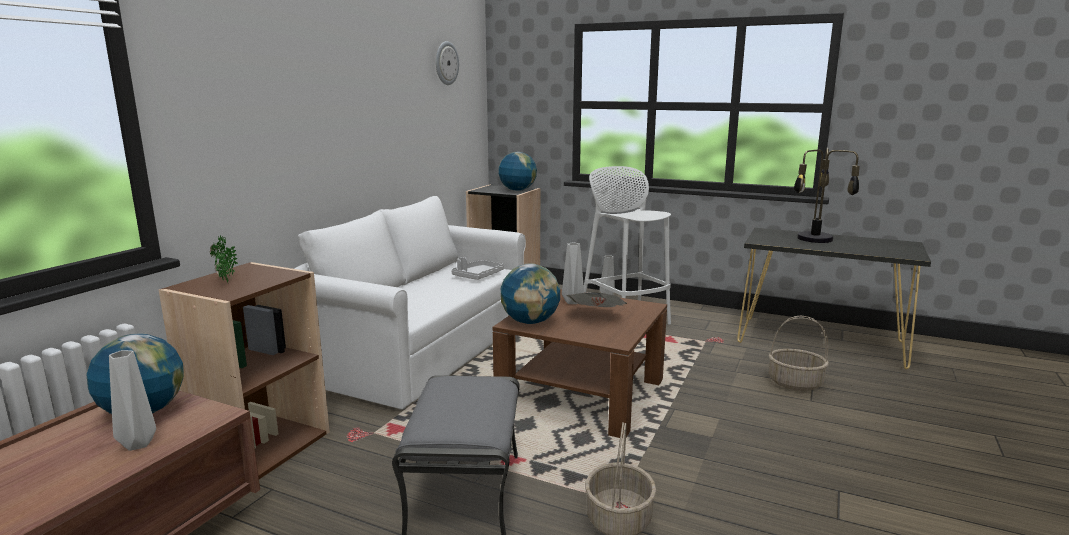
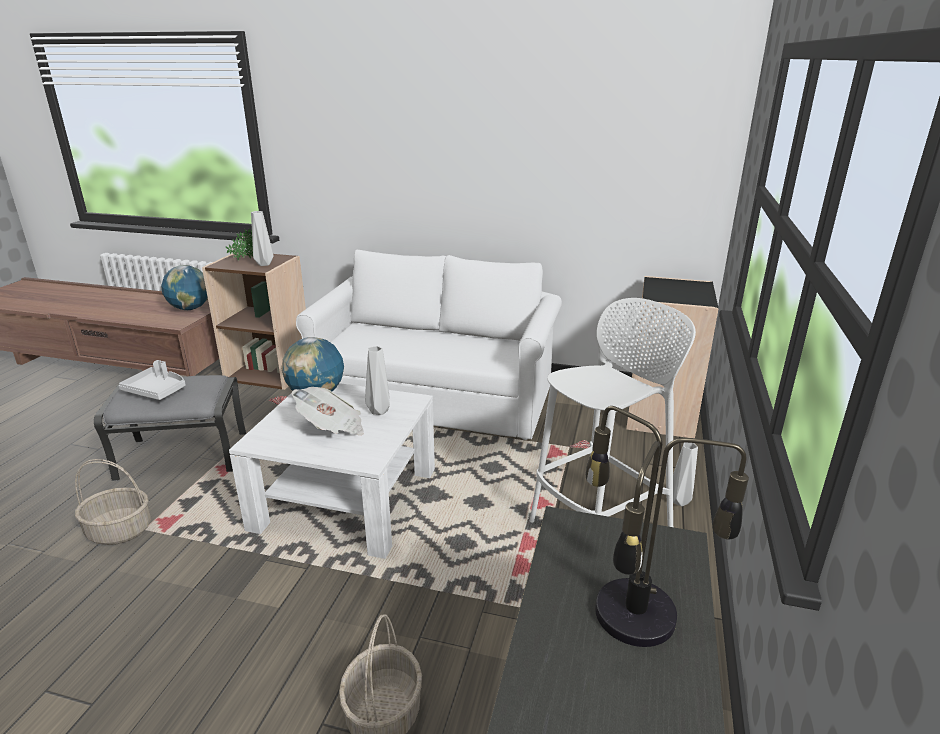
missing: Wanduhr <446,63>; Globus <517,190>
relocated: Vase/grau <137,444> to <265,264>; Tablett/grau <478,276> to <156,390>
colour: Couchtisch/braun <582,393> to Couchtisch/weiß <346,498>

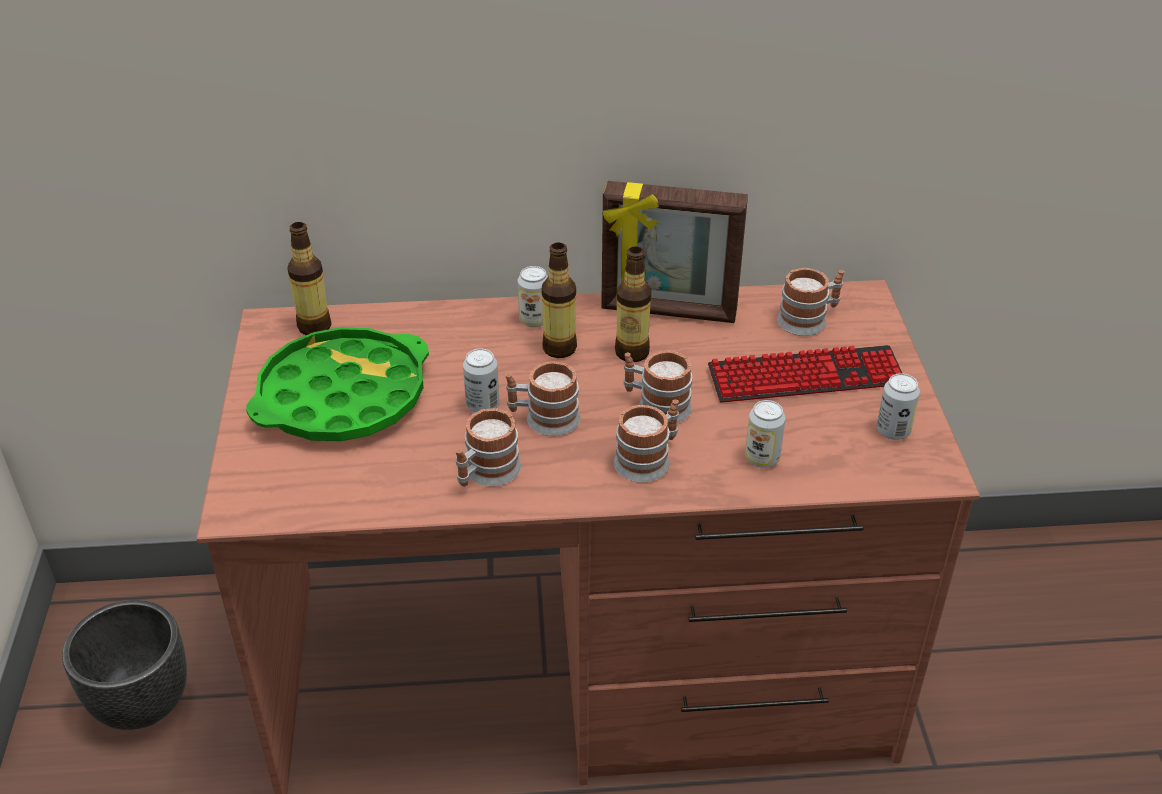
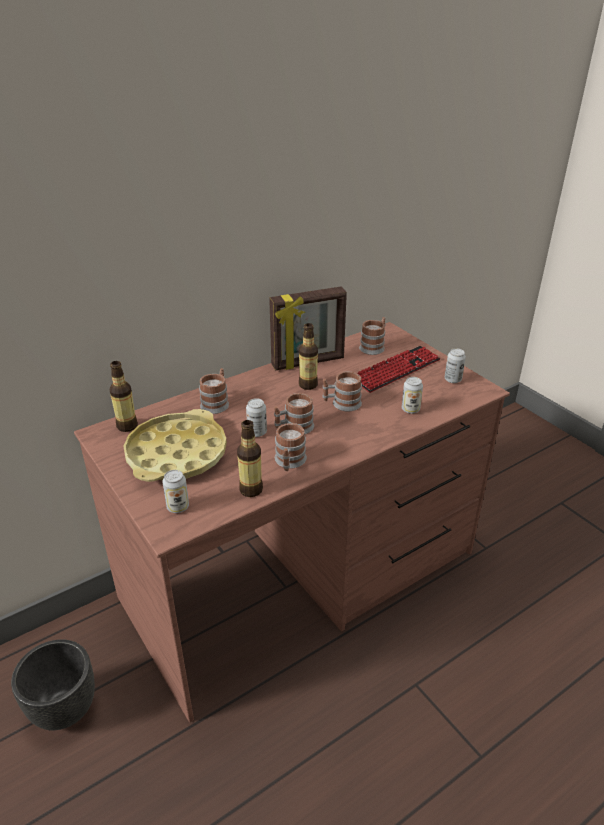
relocated: Dose <534,320> to <178,507>; Flasche <559,348> to <251,490>; Henkelbecher <648,459> to <216,403>
colour: Tablett/grün <342,397> to Tablett/gelb <176,454>

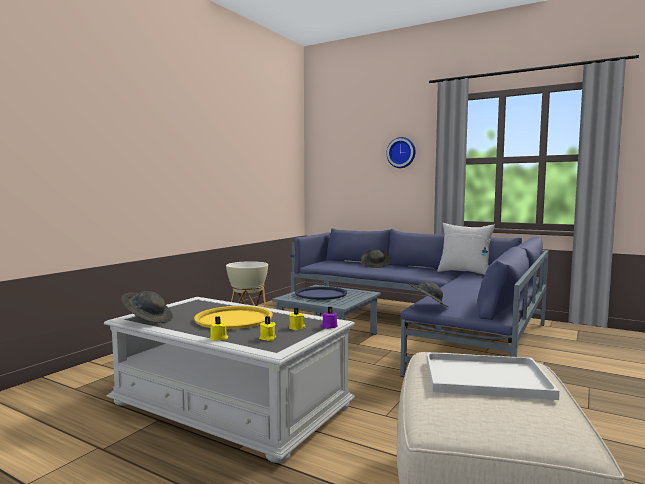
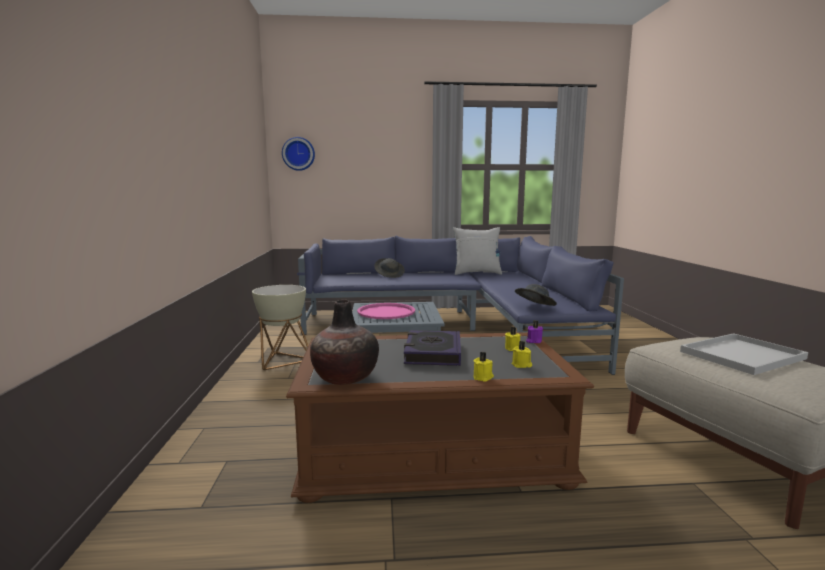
relocated: Wanduhr <401,152> to <298,154>
exchanged: Hut/grau <148,320> to Vase <345,377>; Tablett/gelb <234,319> to Buch <432,353>
colour: Couchtisch/weiß <232,404> to Couchtisch/braun <433,451>; Tablett/blau <320,294> to Tablett/rosa <386,312>

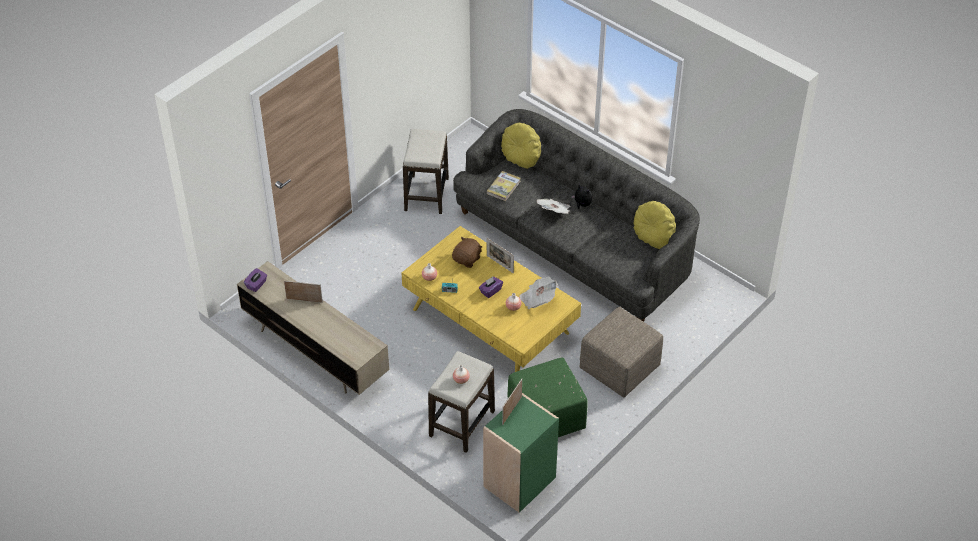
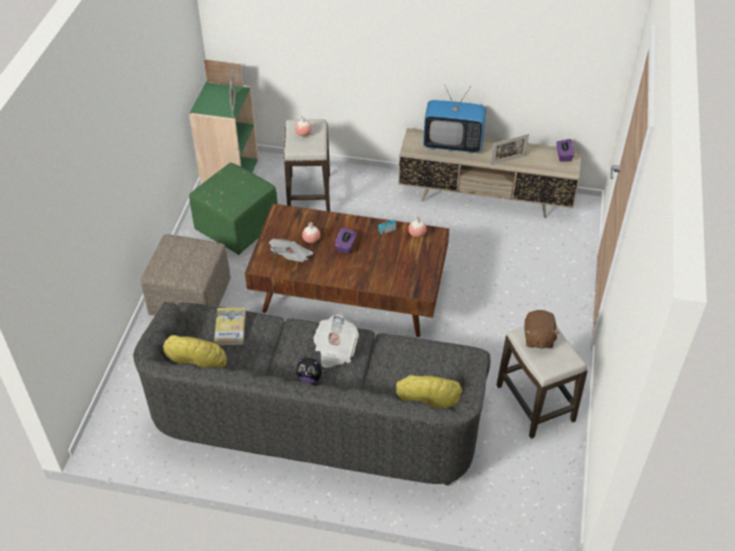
appeared: Fernseher <453,144>
relocated: Plüschtier/braun <467,259> to <538,338>; Buch <503,187> to <230,328>; Bilderrahmen <500,264> to <225,84>
colour: Couchtisch/gelb <490,321> to Couchtisch/braun <350,289>

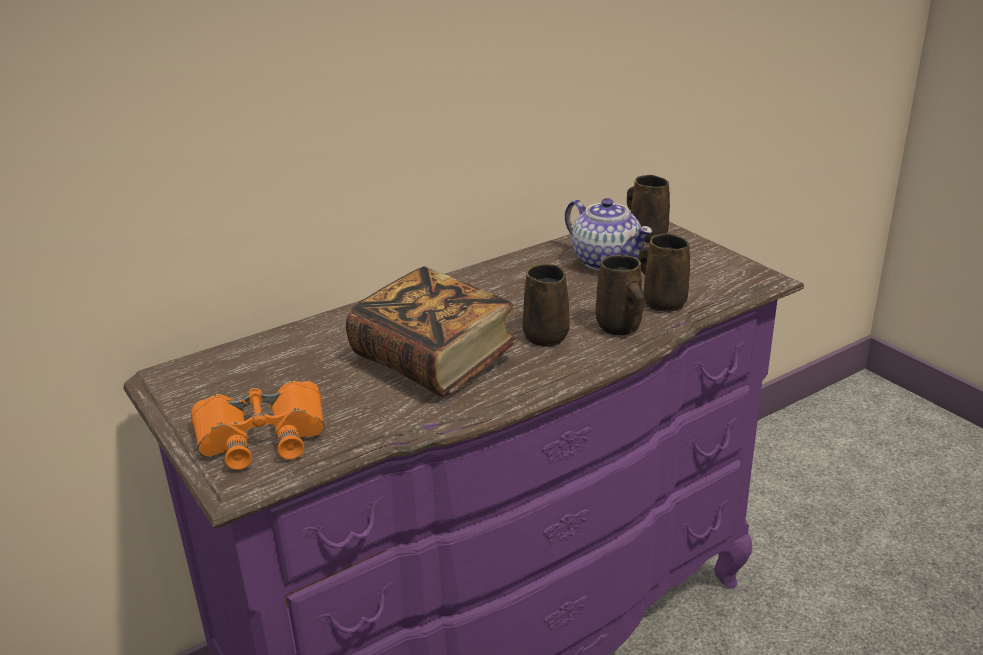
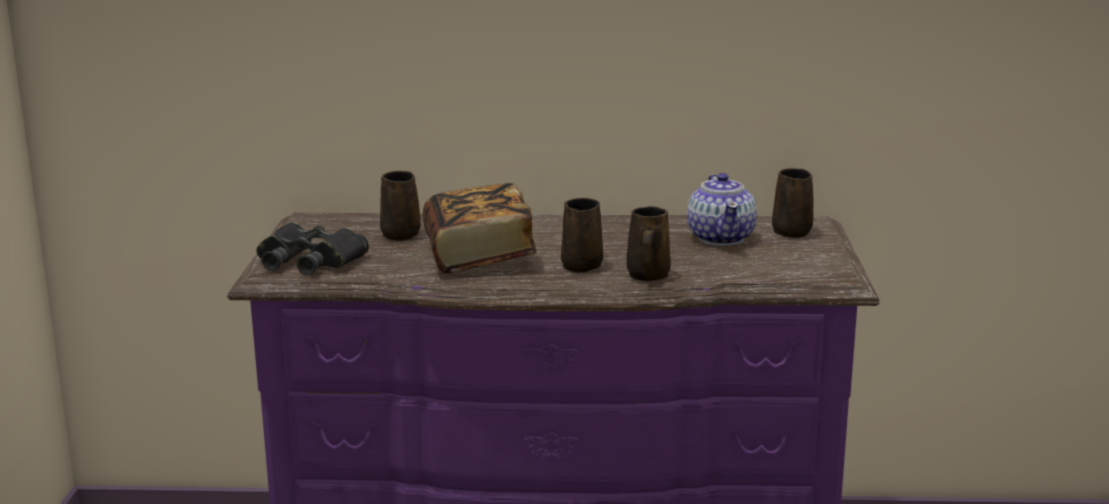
relocated: Henkelbecher/braun <662,302> to <401,234>
colour: Fernglas/orange <262,436> to Fernglas/schwarz <309,261>

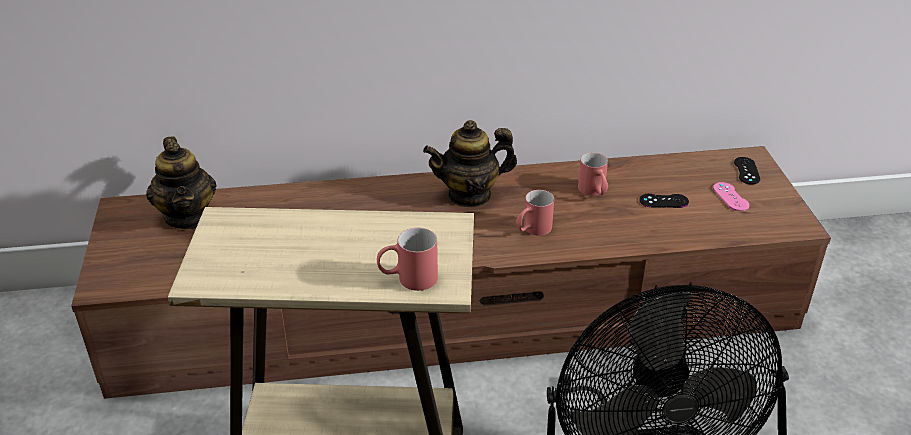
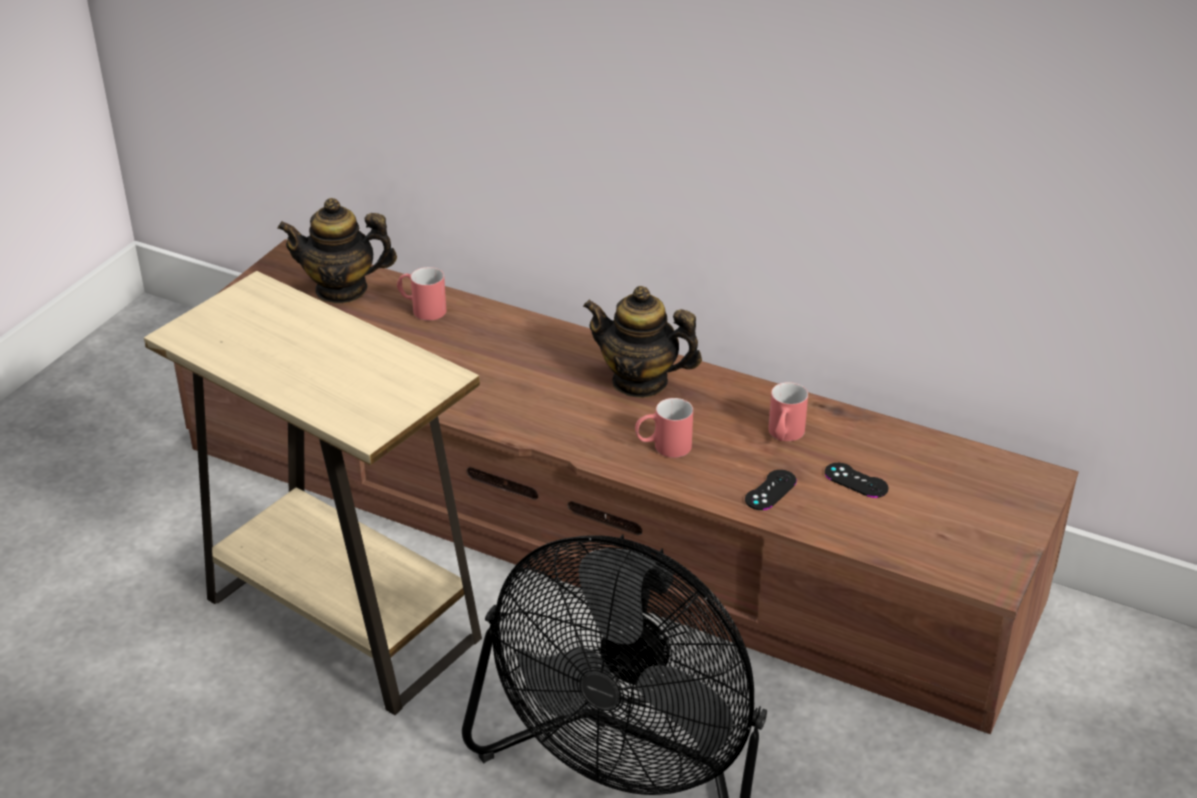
missing: Gamepad/rosa <730,197>
relocated: Henkelbecher/rot <408,279> to <422,309>; Gamepad/schwarz <746,171> to <770,490>
spun: Teekanne <188,216> = <341,289> 75 degrees clockwise

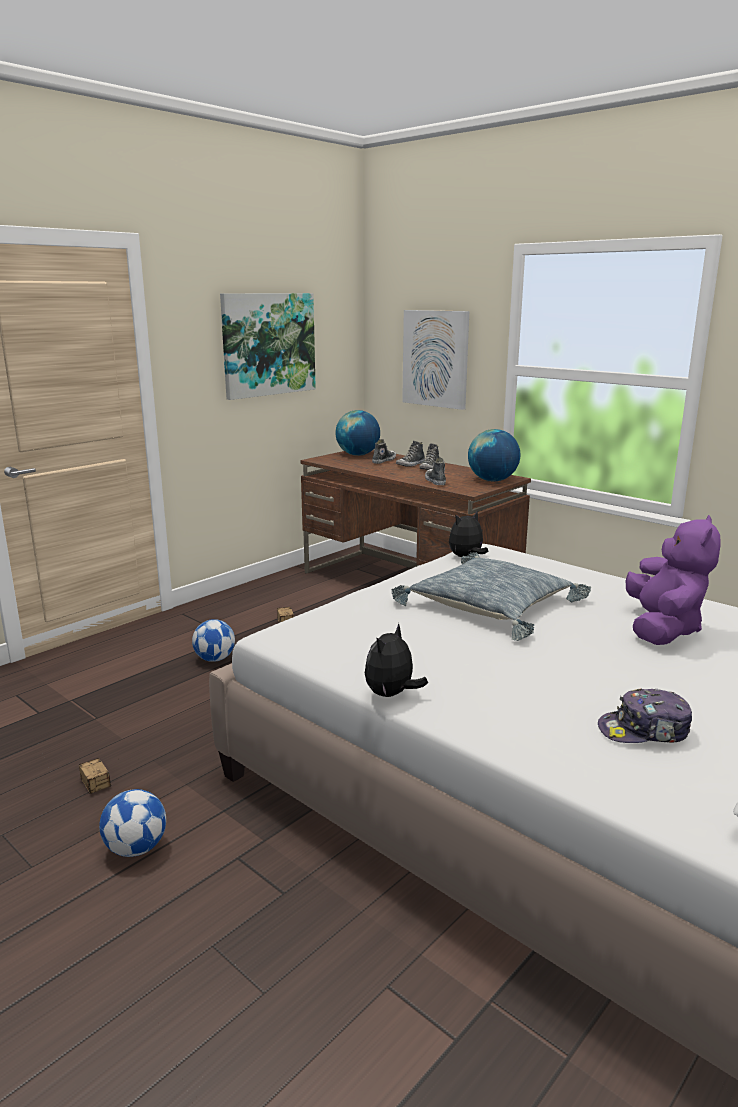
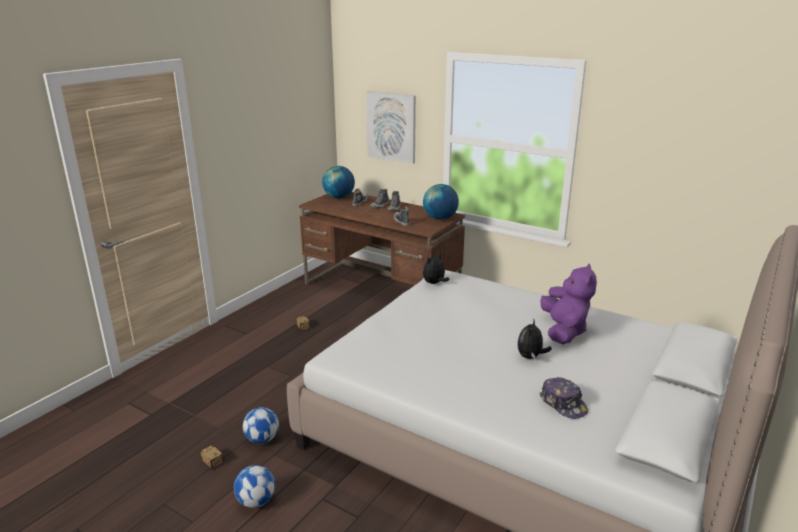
missing: Bild <268,344>; Kissen <490,601>
relocated: Fußball <215,659> to <262,439>; Plüschtier <391,694> to <530,357>
spun: Kappe <644,731> = <563,404> 105 degrees counterclockwise

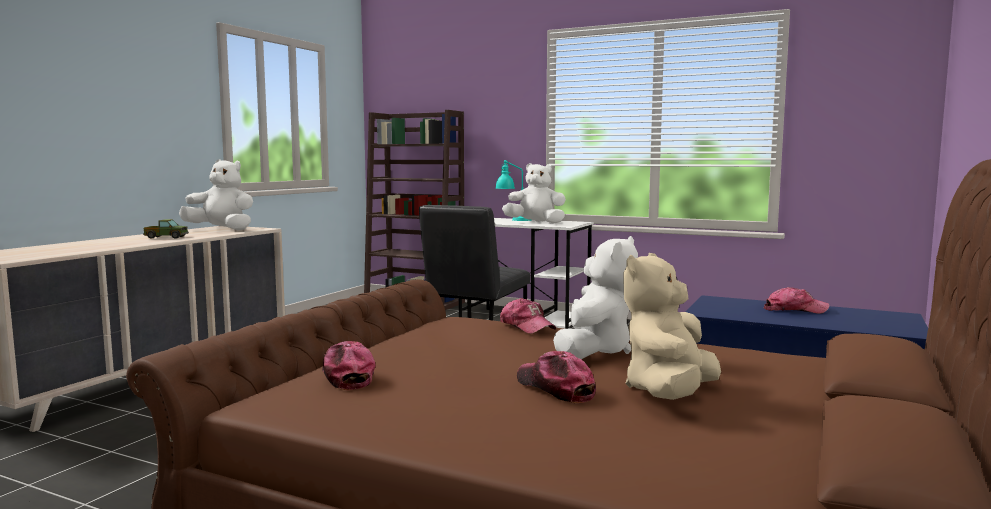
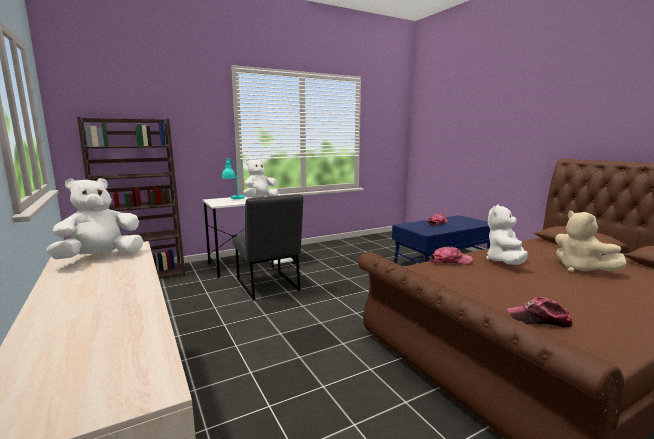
missing: Spielzeuglaster <166,237>; Kappe <555,388>
spun: Plüschtier/weiß <594,350> = <505,262> 120 degrees counterclockwise

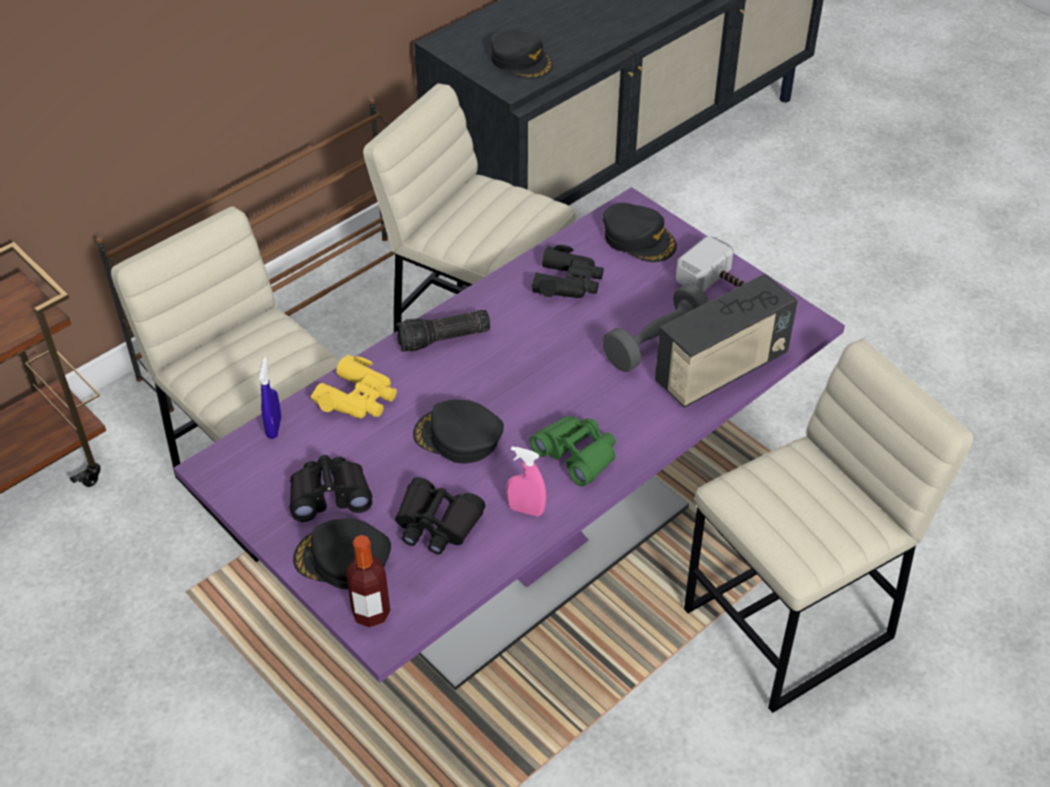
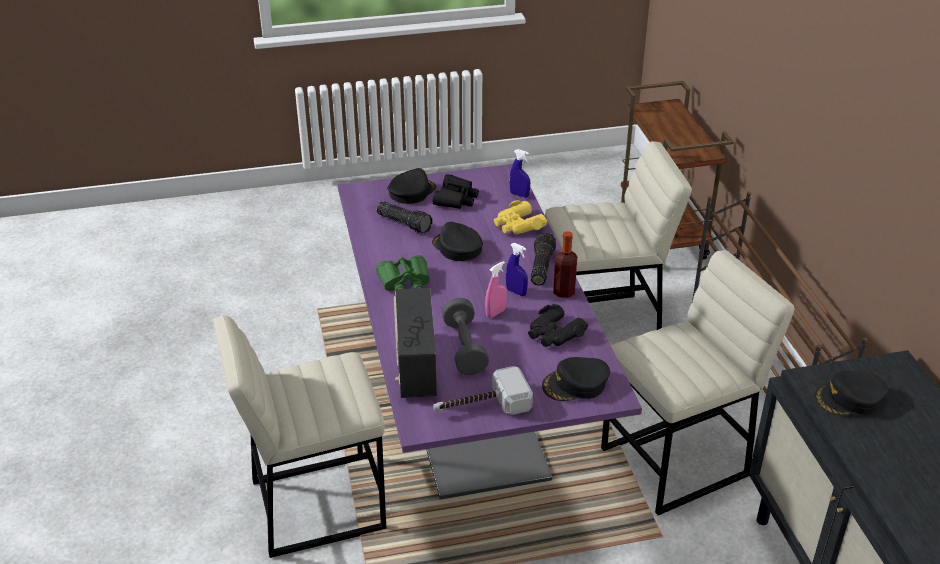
appeared: Sprühflasche/blau <516,292>
relocated: Flasche <371,613> to <564,292>; Sprühflasche/rosa <526,510> to <495,313>
exchanged: Fernglas/schwarz <436,524> to Taschenlampe <405,223>
spun: Kappe/schwarz <458,437> = <457,247> 90 degrees counterclockwise; Stuhl/beige <792,621> = <314,506> 75 degrees clockwise

